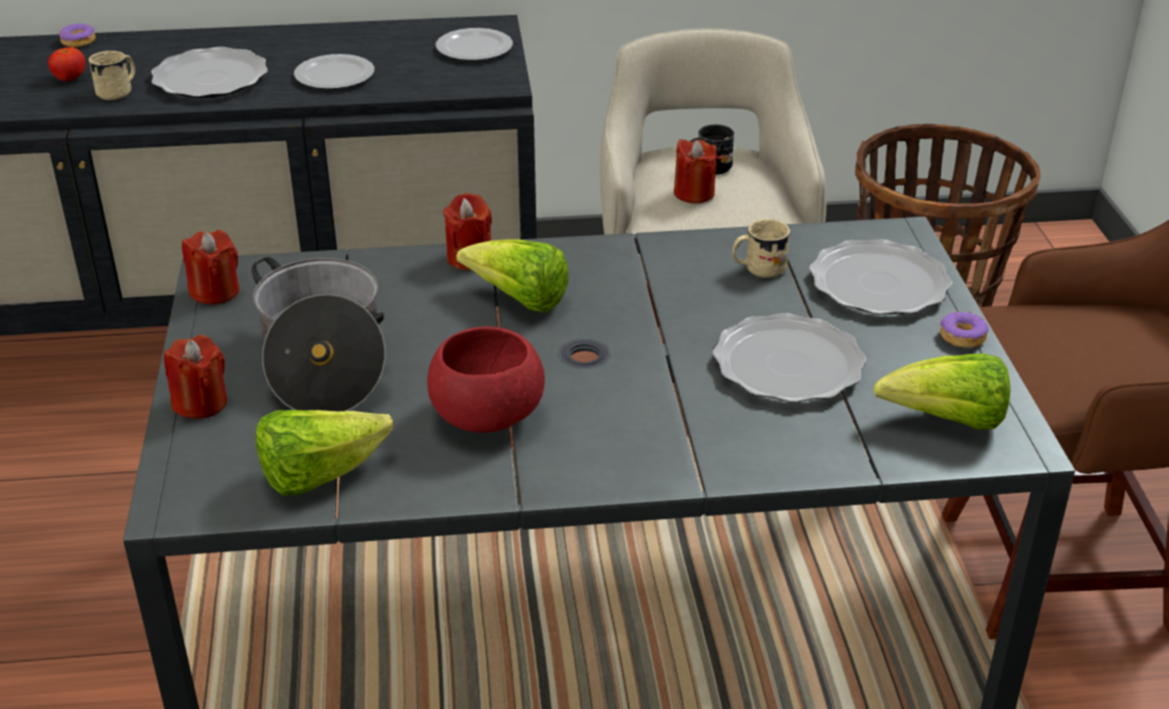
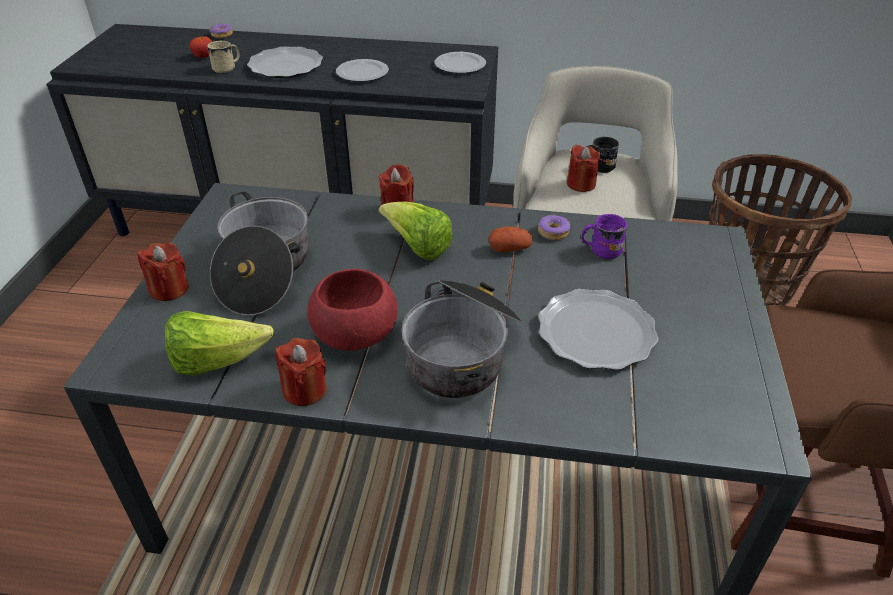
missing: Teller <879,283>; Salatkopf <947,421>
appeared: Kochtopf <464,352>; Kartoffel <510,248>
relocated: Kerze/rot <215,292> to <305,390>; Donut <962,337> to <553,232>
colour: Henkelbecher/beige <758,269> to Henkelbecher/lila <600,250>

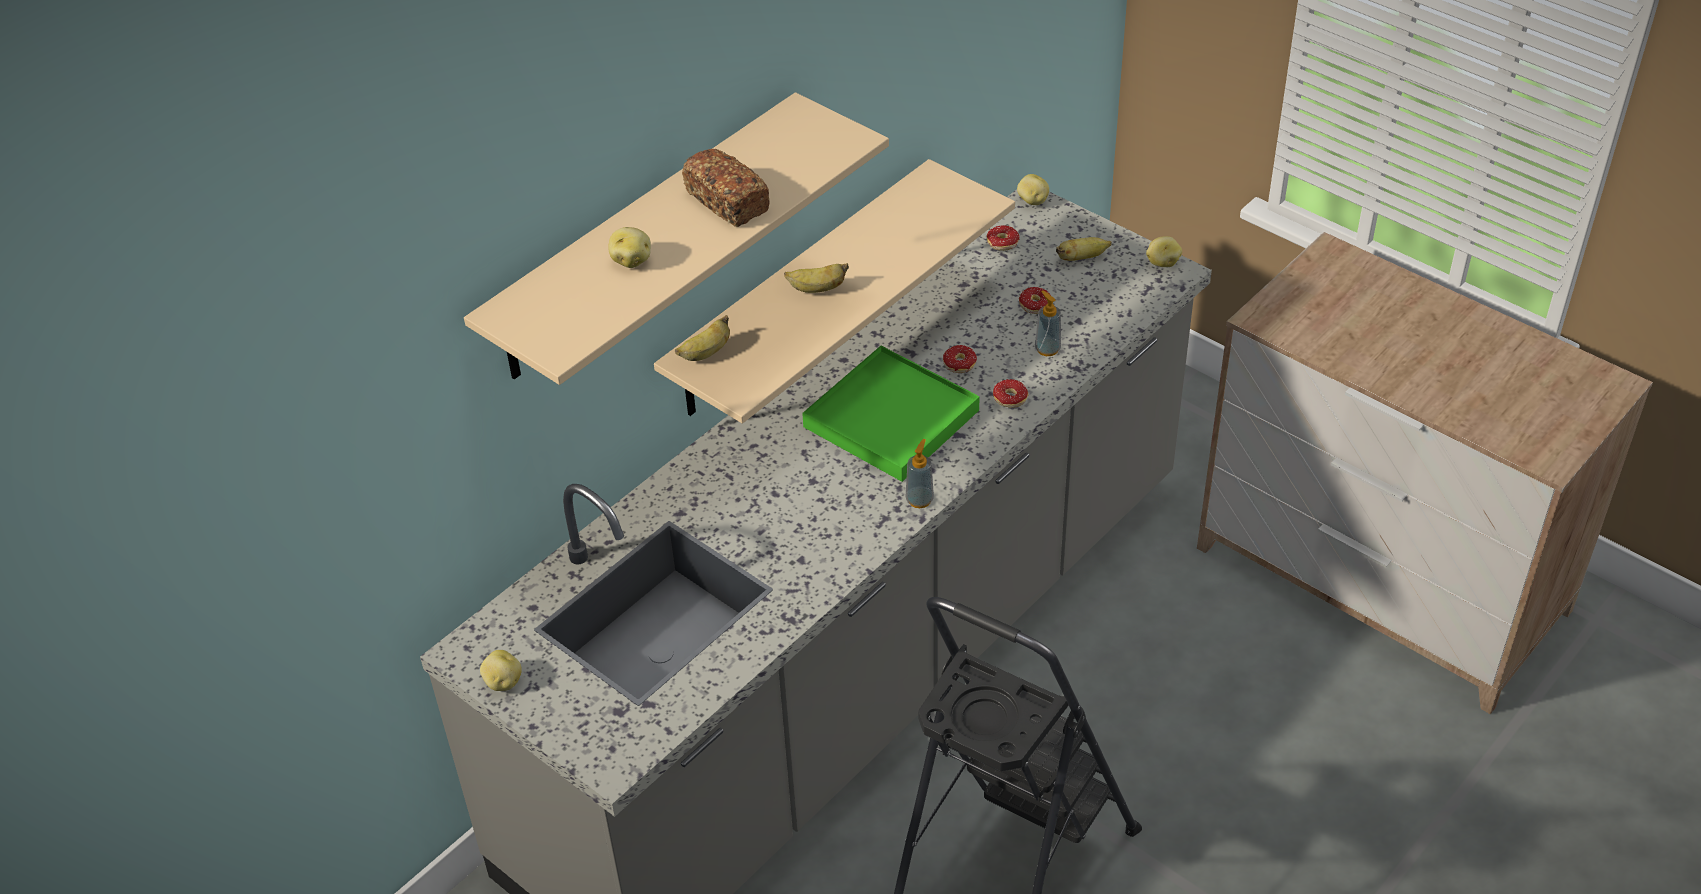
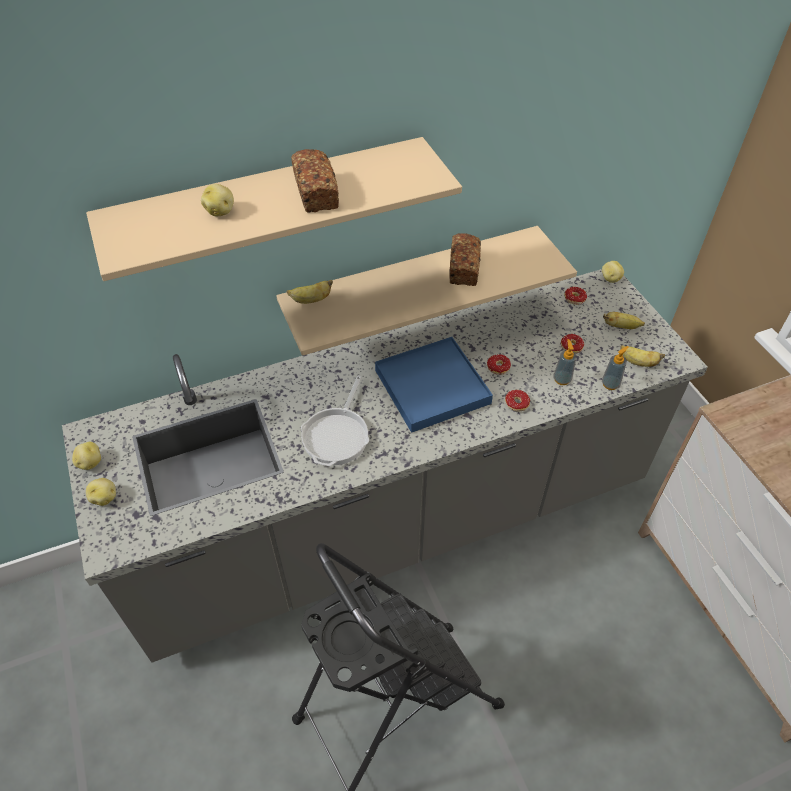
appeared: Pfanne <337,435>; Brot <464,269>
relocated: Banane <816,289> to <638,362>; Seifenspender <919,500> to <610,384>; Kartoffel <1162,262> to <104,497>
colour: Tablett/grün <891,418> to Tablett/blau <432,386>

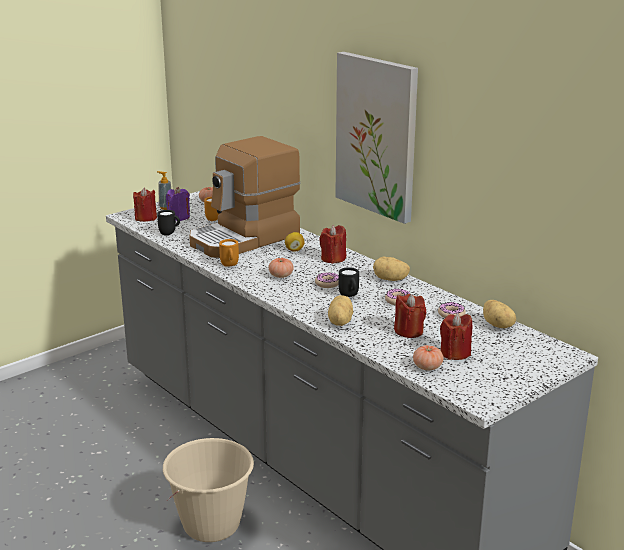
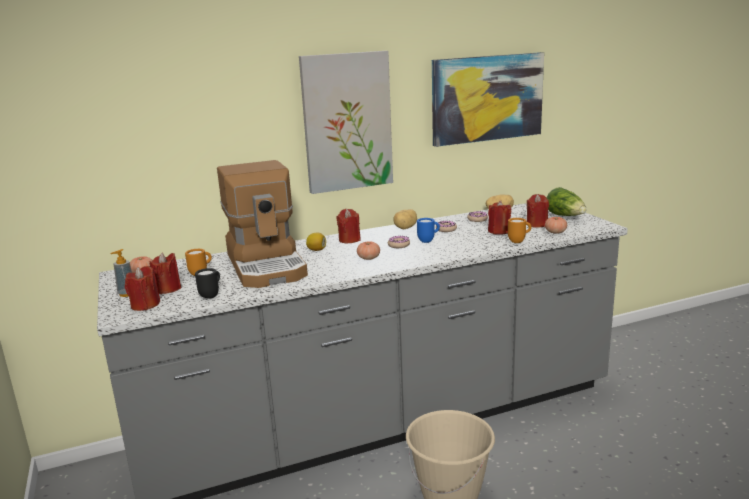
missing: Kartoffel <339,322>
appeared: Bild <487,98>; Salatkopf <566,216>
relocated: Henkelbecher/orange <230,266> to <519,241>
colour: Kerze/lila <179,217> to Kerze/rot <167,289>; Henkelbecher/schwarz <349,296> to Henkelbecher/blau <428,241>

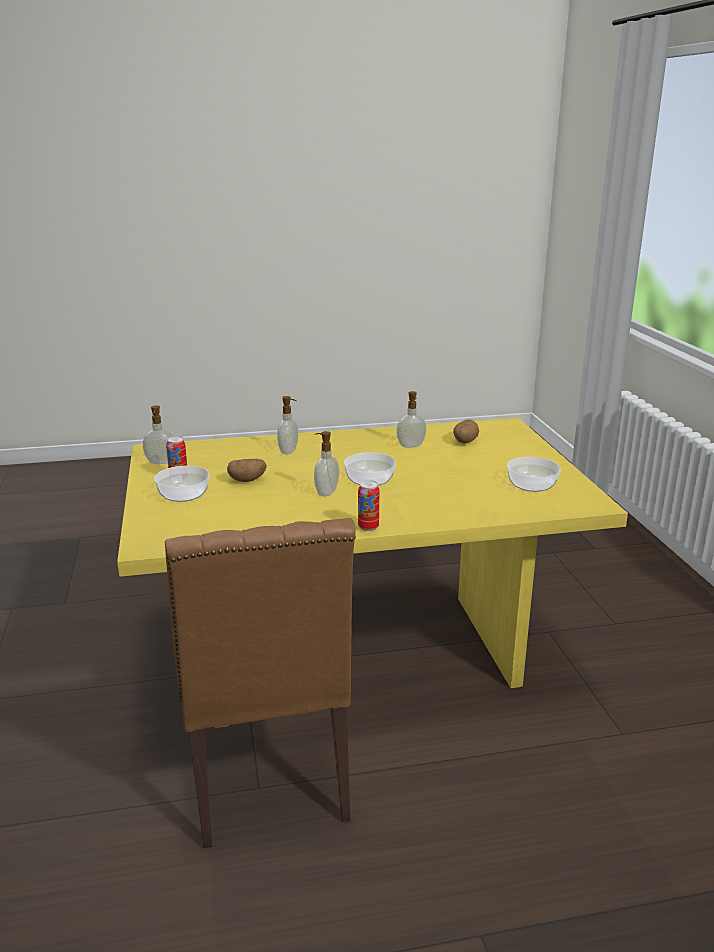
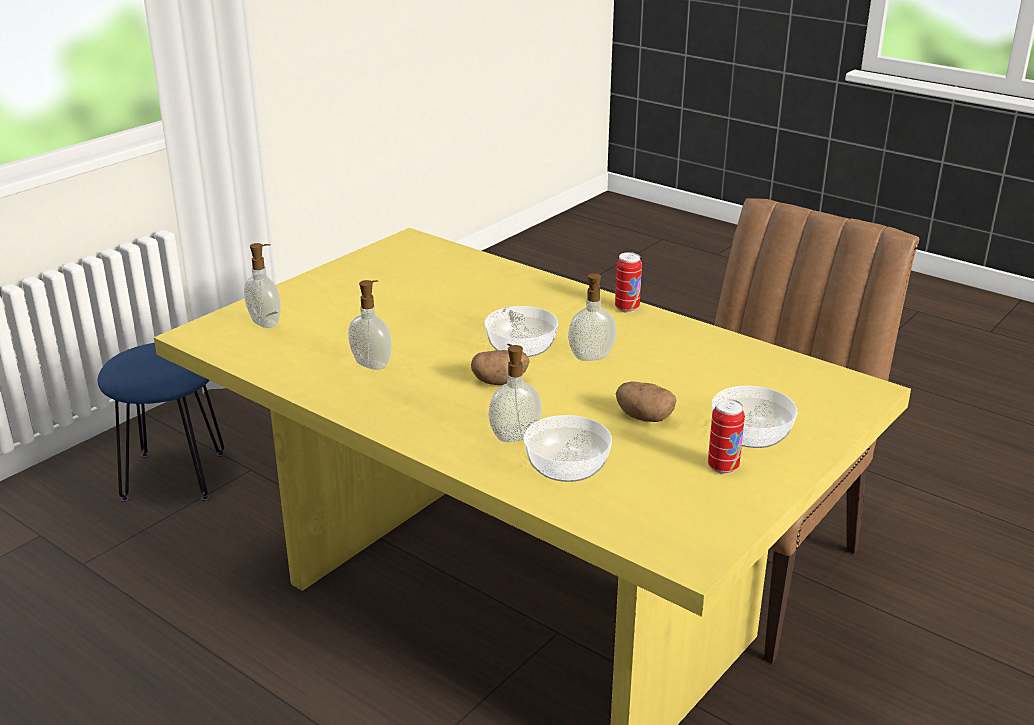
appeared: Hocker/blau <174,476>
relocated: Seifenspender <160,462> to <266,322>; Kartoffel <465,441> to <500,381>; Schüssel <532,486> to <566,466>

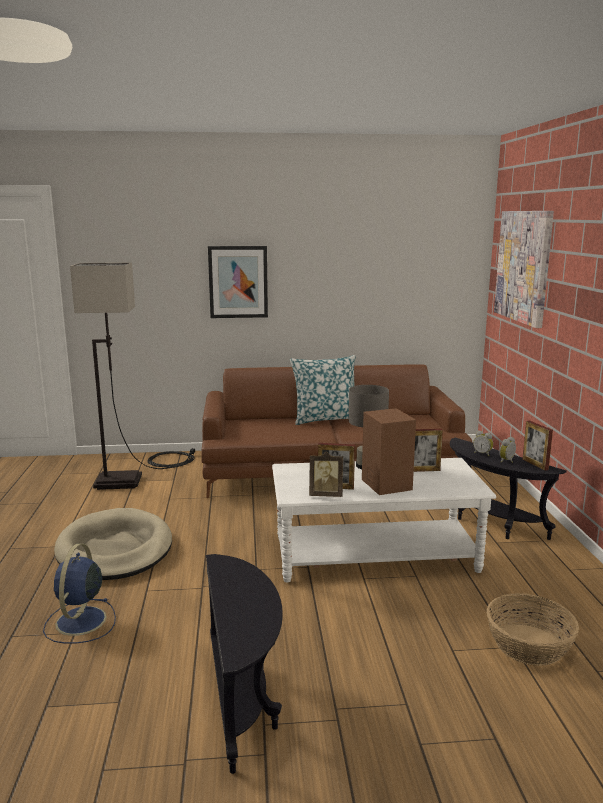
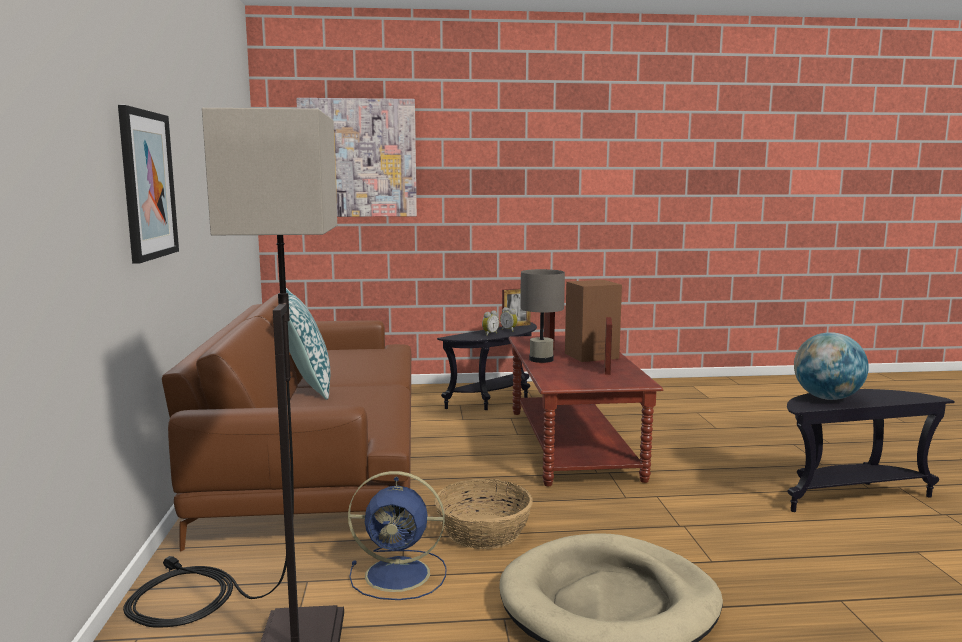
missing: Bilderrahmen <326,495>
appeared: Globus <827,398>
relocated: Ventilator/blau <80,622> to <400,574>; Korb <529,644> to <483,531>
colour: Couchtisch/weiß <375,555> to Couchtisch/braun <572,443>

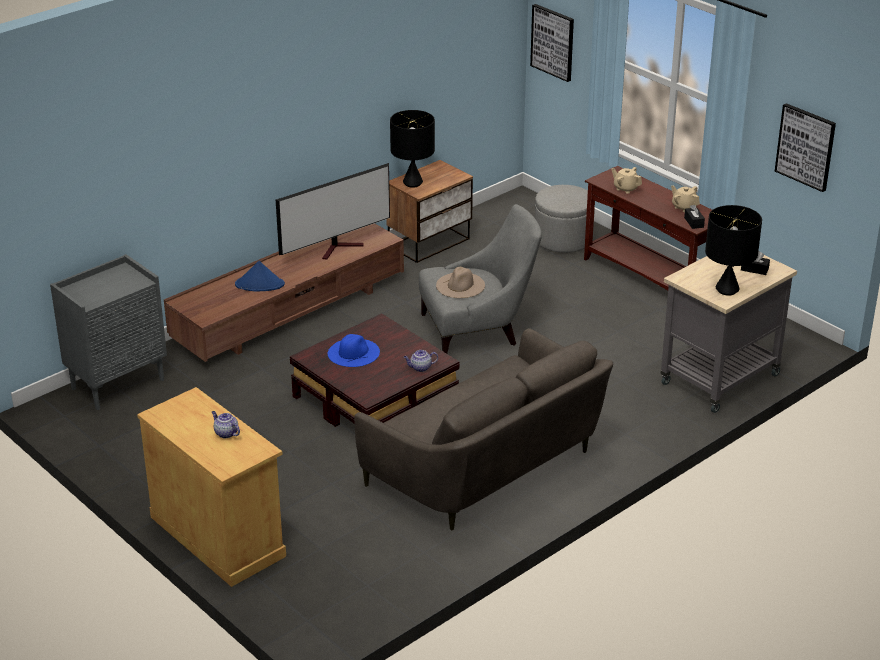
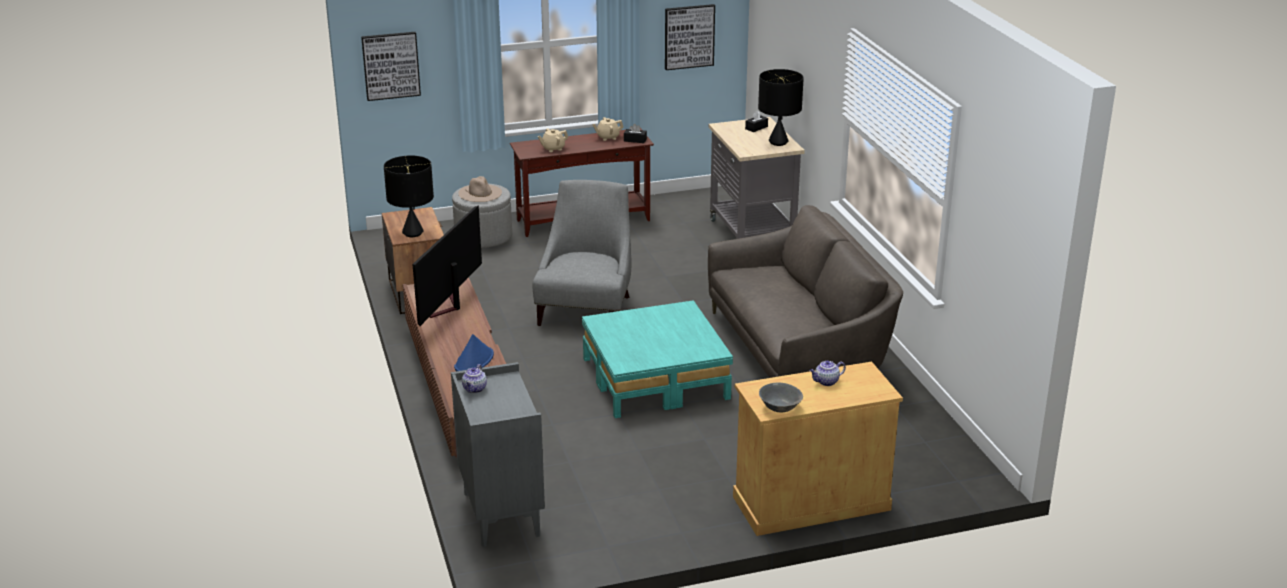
missing: Hut/blau <353,352>
appeared: Schüssel/grau <779,407>
relocated: Teekanne <420,368> to <474,389>; Hut/beige <460,285> to <480,193>
colour: Couchtisch/braun <375,400> to Couchtisch/türkis <656,378>
spun: Fernseher <340,248> = <449,308> 150 degrees counterclockwise

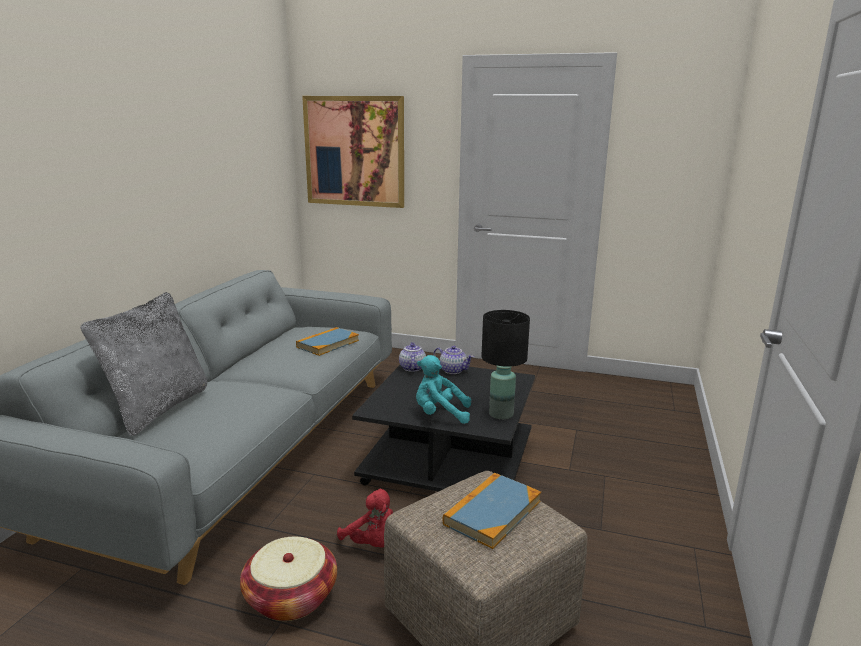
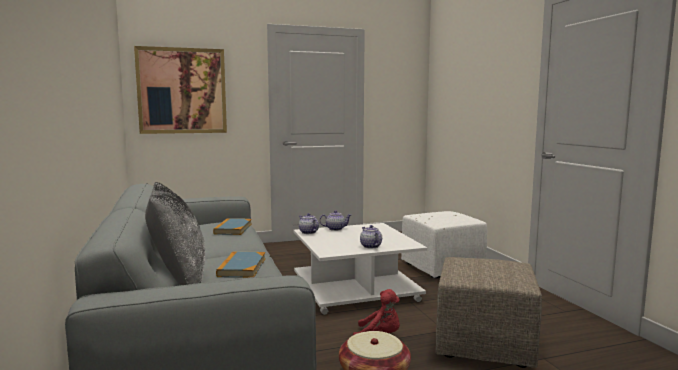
missing: Tischlampe/schwarz <500,414>
appeared: Polsterhocker/weiß <442,267>
relocated: Buch <492,512> to <242,267>
exchanged: Plüschtier/türkis <440,414> to Teekanne <370,246>
colour: Couchtisch/schwarz <447,459> to Couchtisch/weiß <354,289>

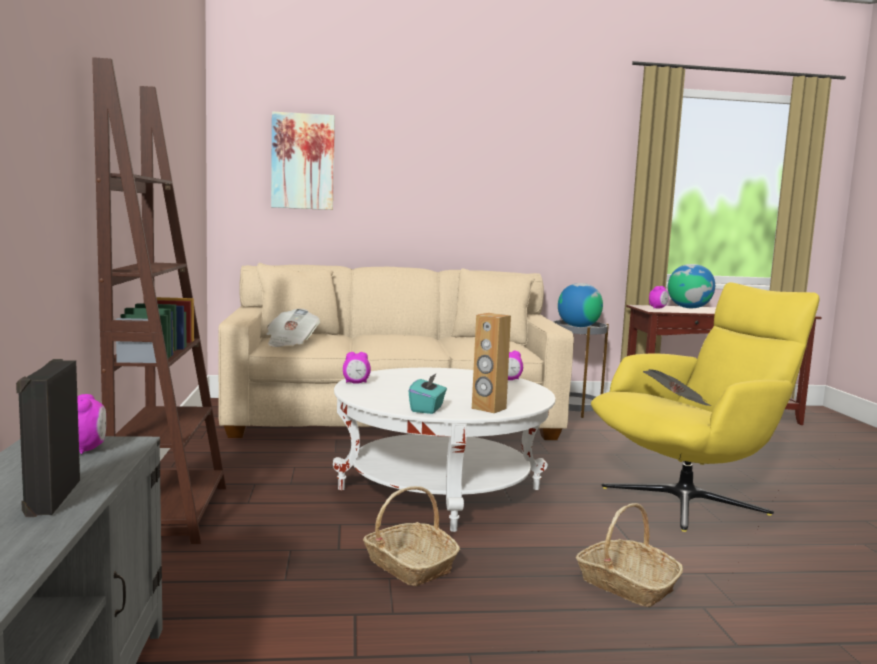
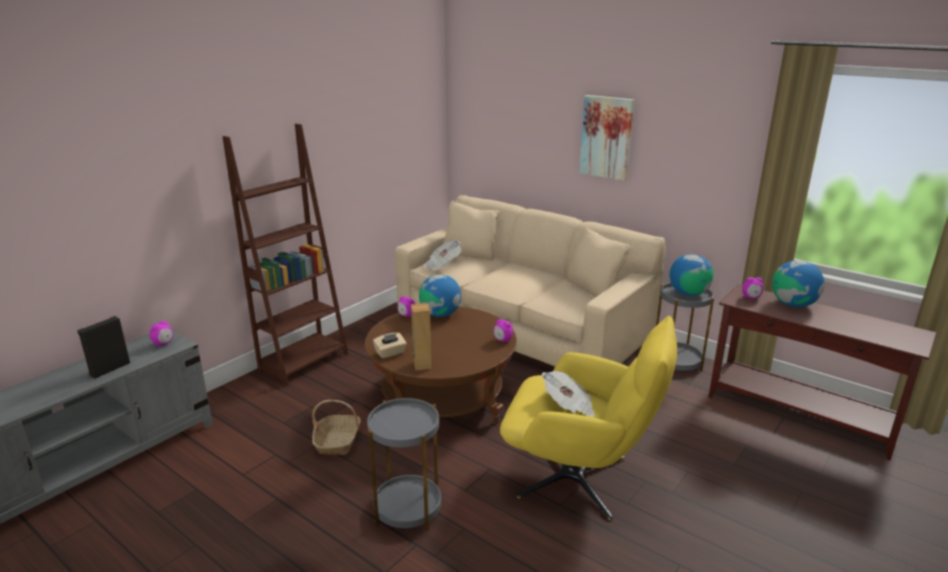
appeared: Globus <440,314>
relocated: Bild <303,161> to <606,137>
exchanged: Korb <626,585> to Beistelltisch/grau <407,509>
colour: Couchtisch/weiß <440,489> to Couchtisch/braun <442,398>; Taschentuchbox/türkis <427,409> to Taschentuchbox/beige <390,353>

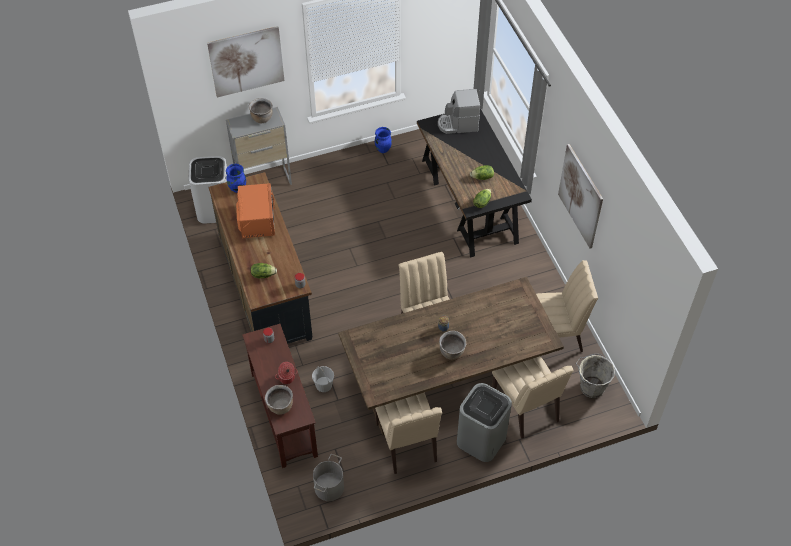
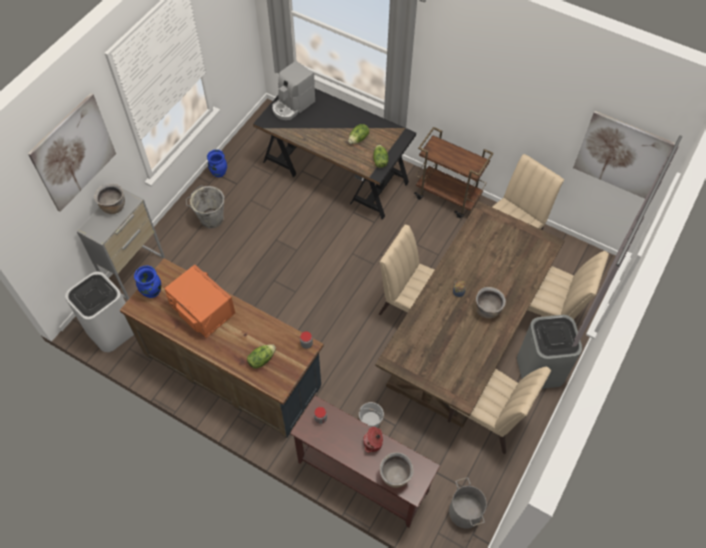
appeared: Rollwagen/braun <447,199>
relocated: Bild <580,196> to <623,156>; Eimer/grau <591,387> to <210,219>

